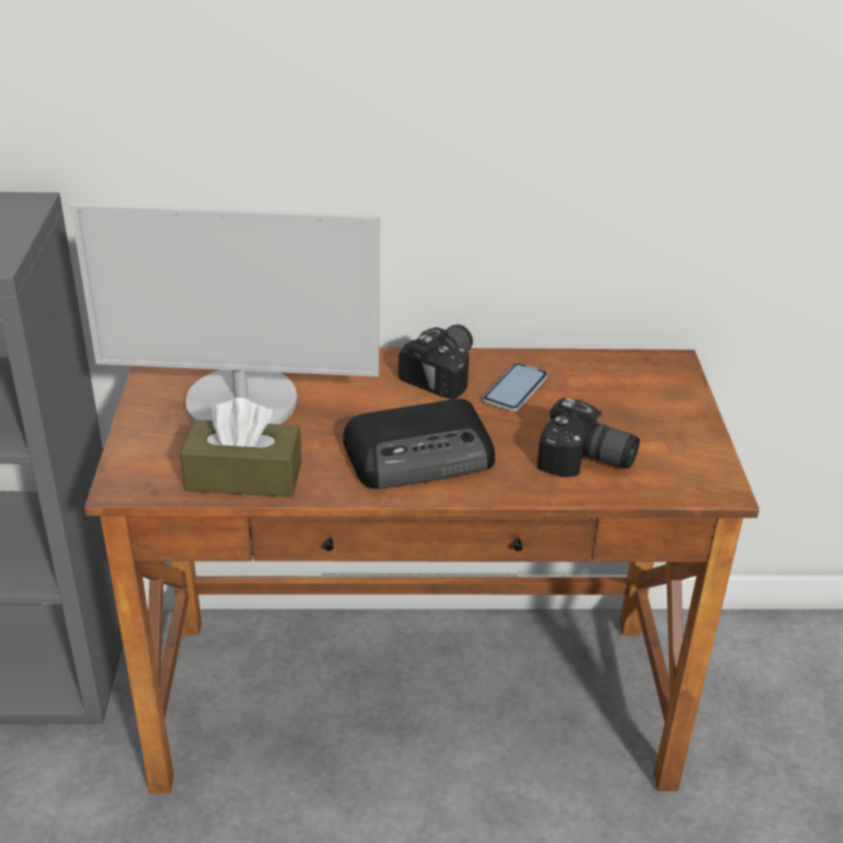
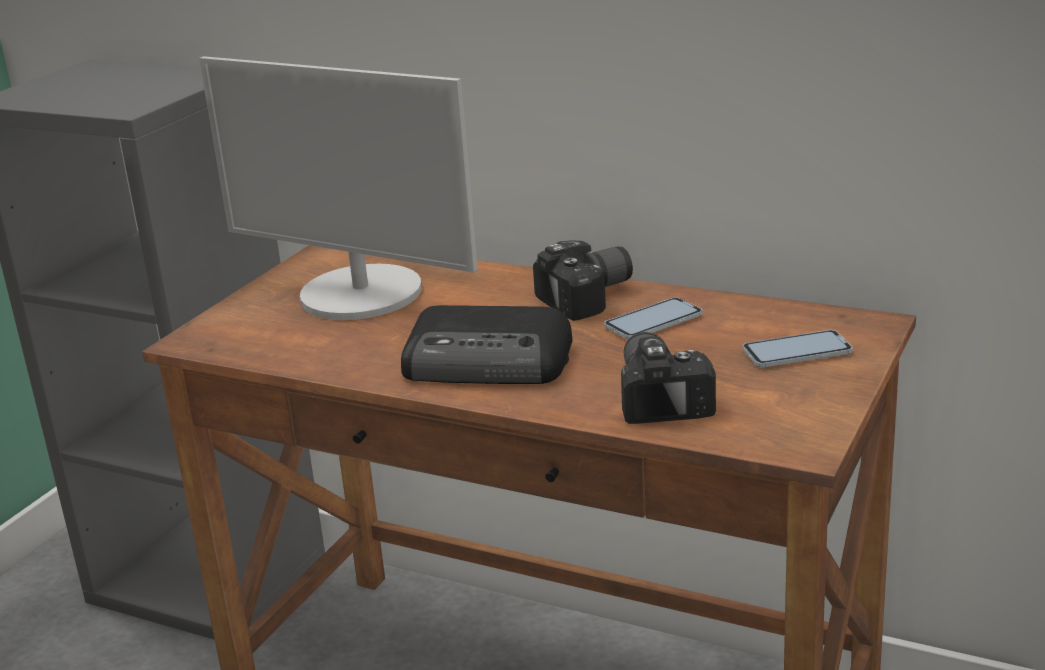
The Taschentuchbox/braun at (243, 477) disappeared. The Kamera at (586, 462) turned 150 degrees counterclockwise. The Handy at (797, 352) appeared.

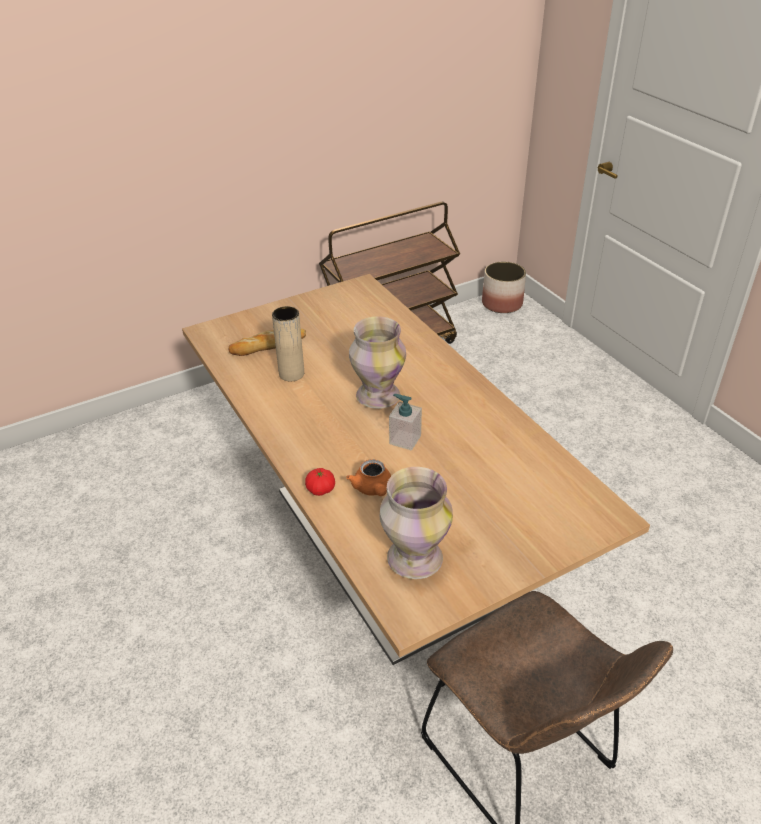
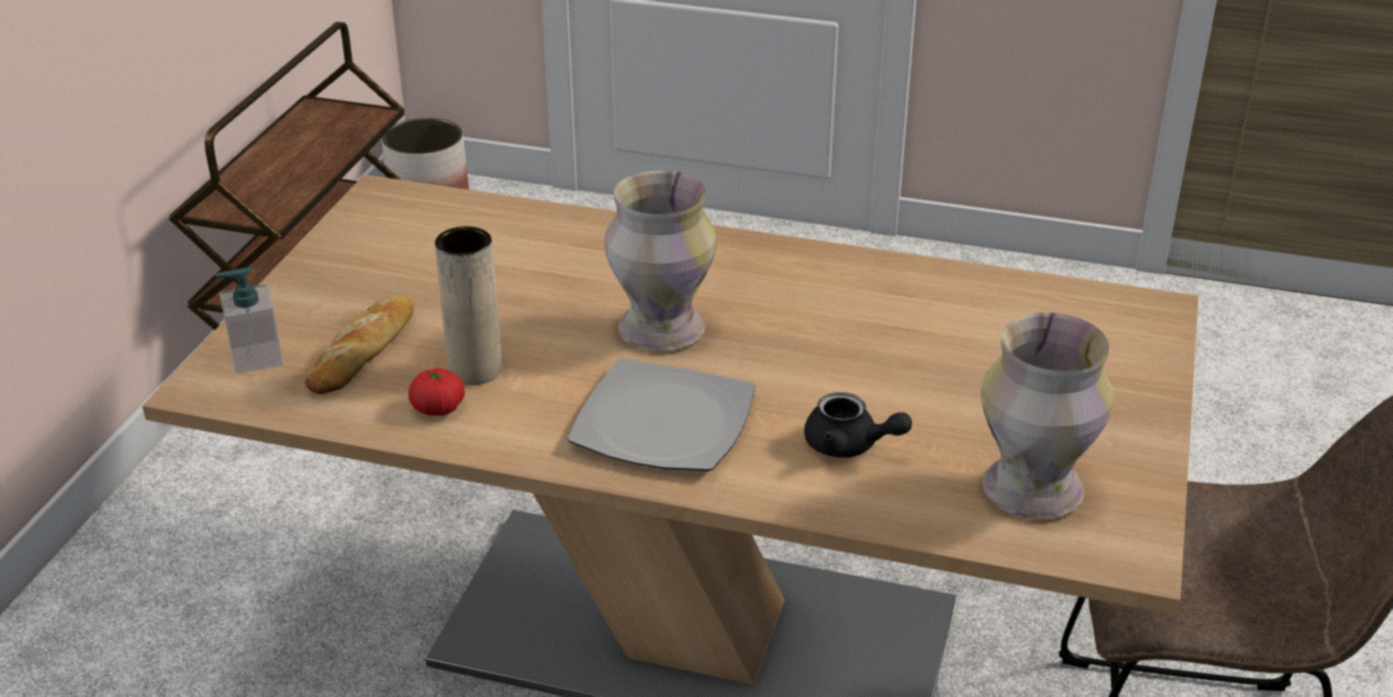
The Seifenspender moved from (404, 439) to (256, 357). The Teekanne/orange at (373, 489) became the Teekanne/schwarz at (849, 446). The Tomate moved from (320, 489) to (438, 408). The Teller at (661, 423) appeared.

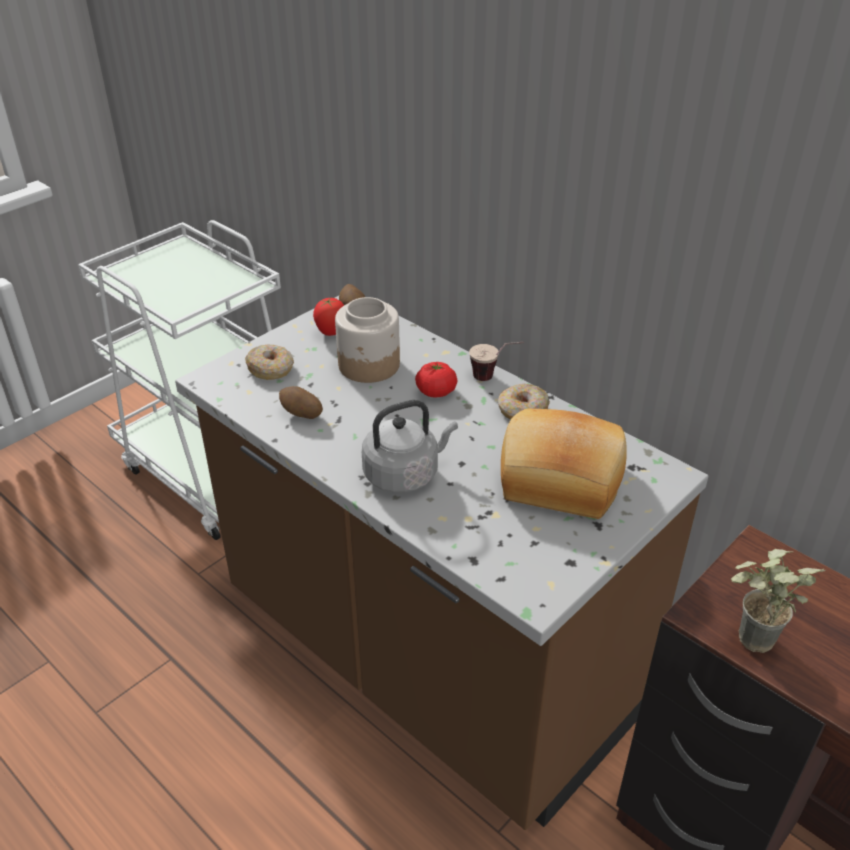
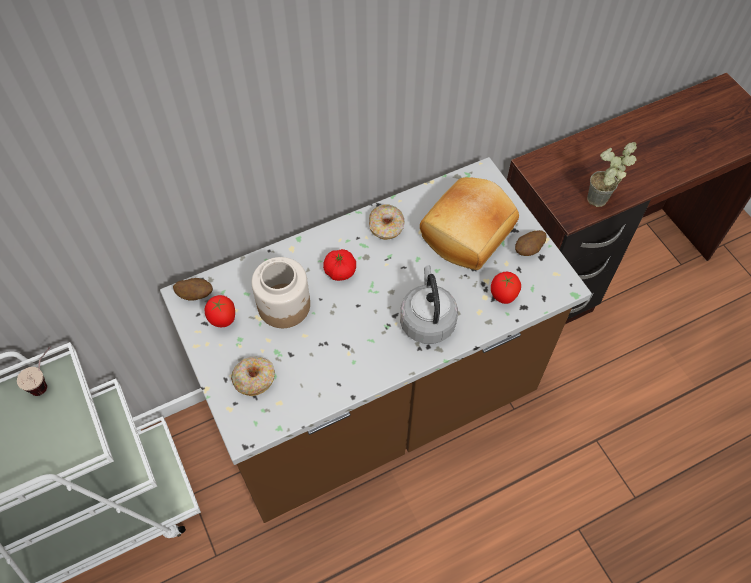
The Tasse moved from (494, 378) to (47, 381). The Kartoffel moved from (301, 414) to (529, 250). The Tomate at (502, 296) appeared.

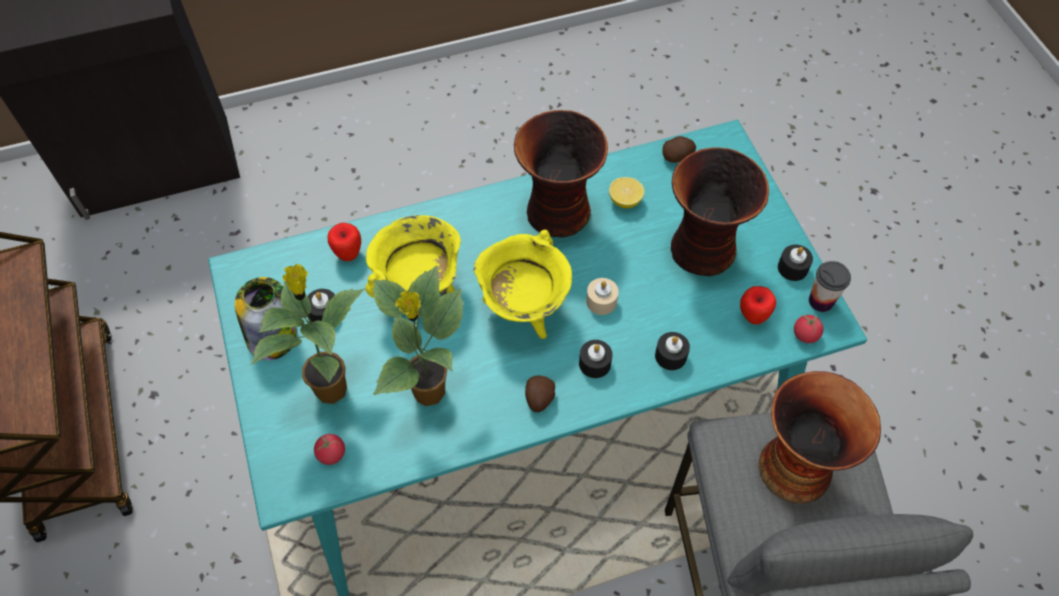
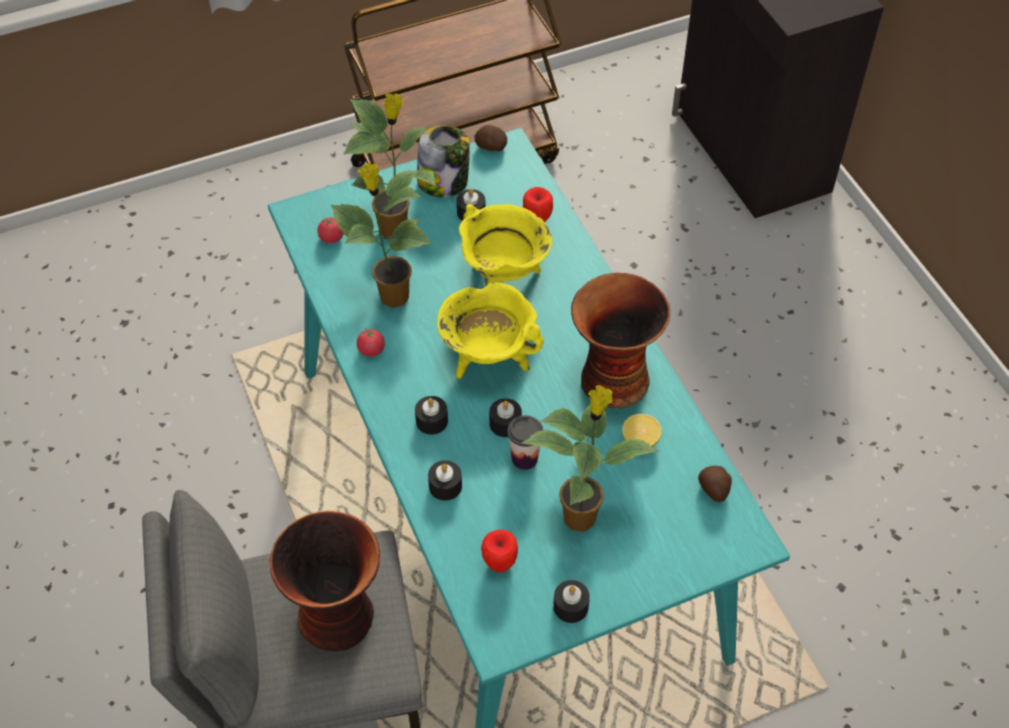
The Vase at (703, 251) was replaced by the Topfpflanze at (581, 515). The Tasse moved from (821, 301) to (524, 458). The Kerze/beige at (601, 301) became the Kerze/schwarz at (505, 423). The Tomate moved from (805, 334) to (371, 350). The Kartoffel moved from (539, 399) to (490, 147).

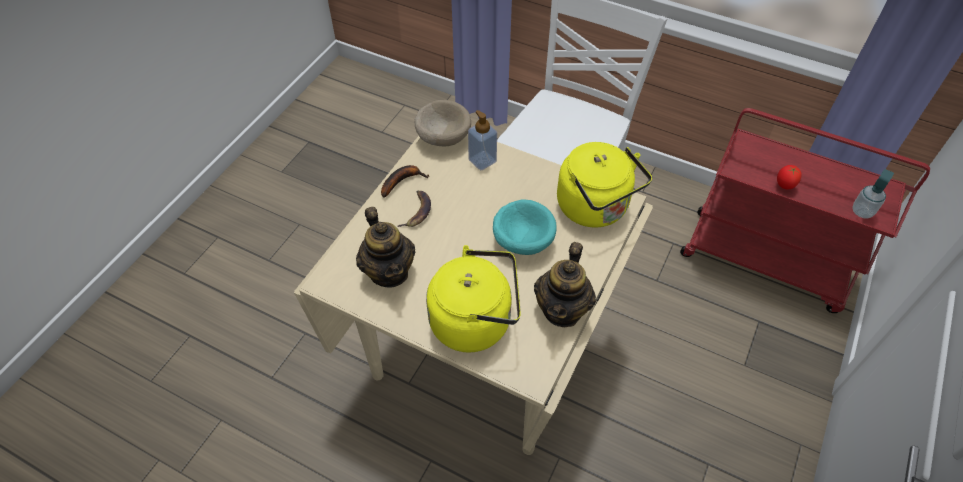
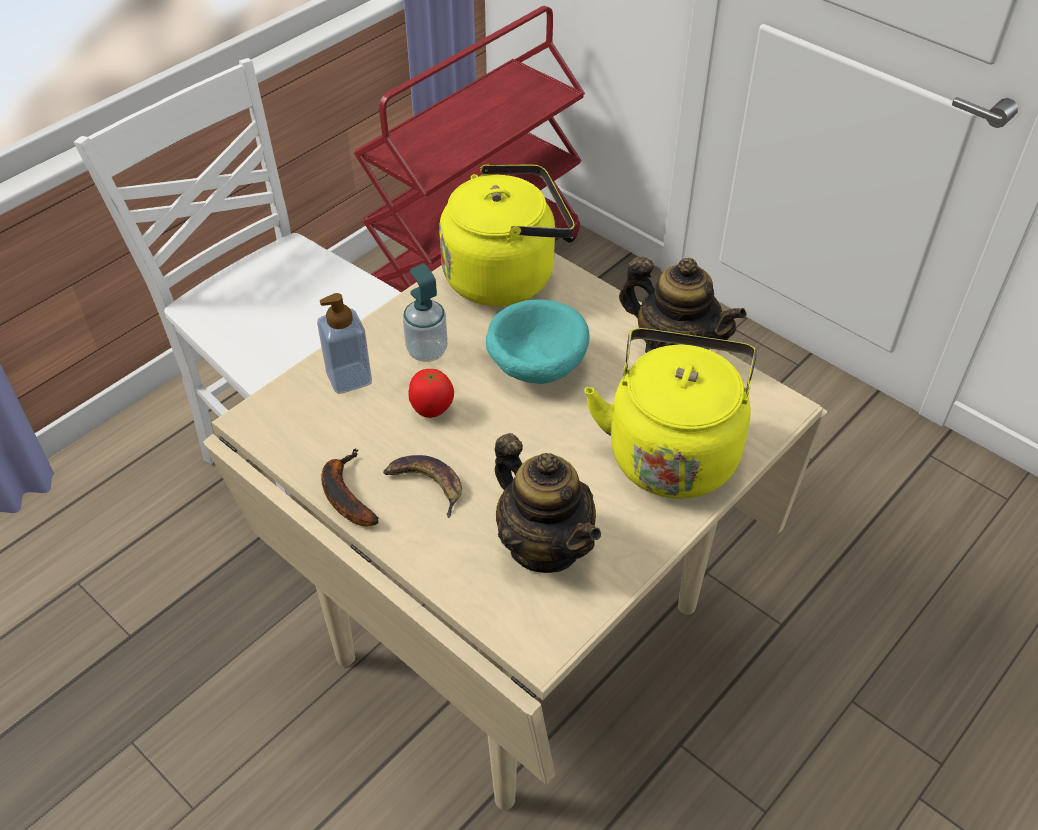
The Schüssel/beige at (442, 136) disappeared. The Tomate moved from (784, 185) to (432, 410). The Seifenspender moved from (862, 211) to (427, 351). The Teekanne at (389, 271) turned 60 degrees clockwise.

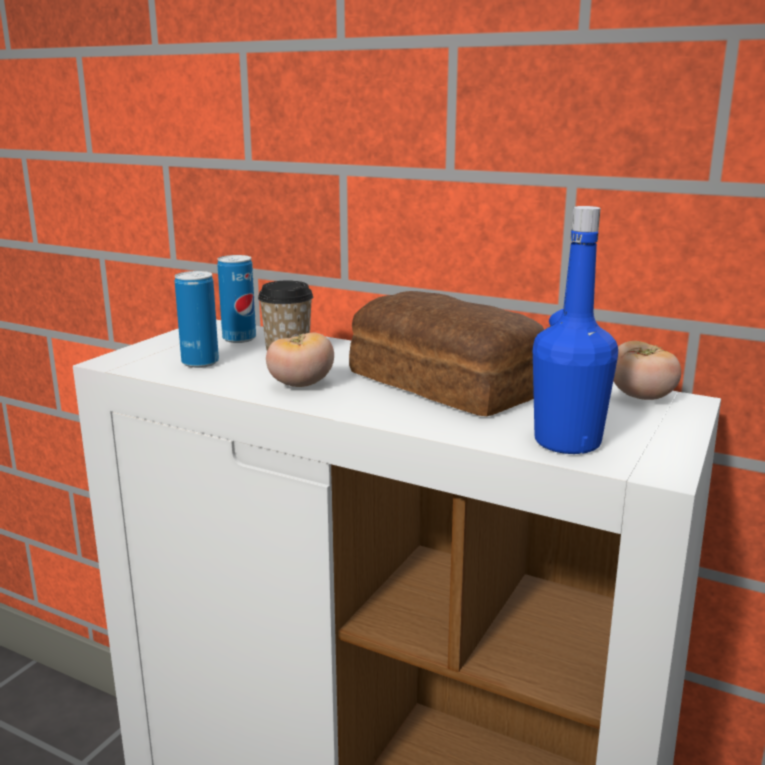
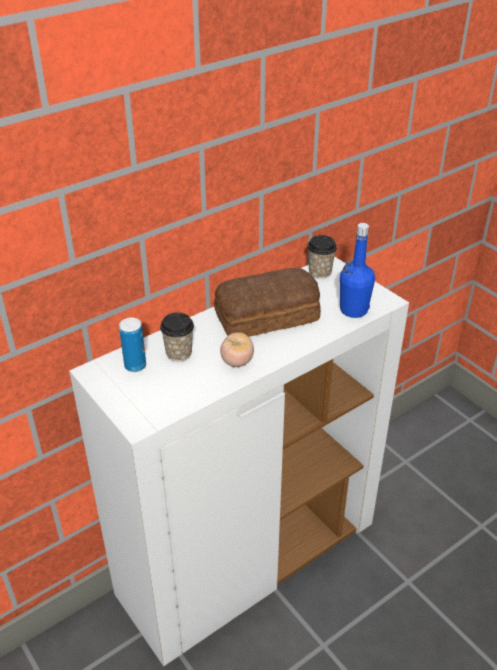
The Dose at (200, 363) disappeared. The Tomate at (641, 397) was replaced by the Tasse at (320, 272).

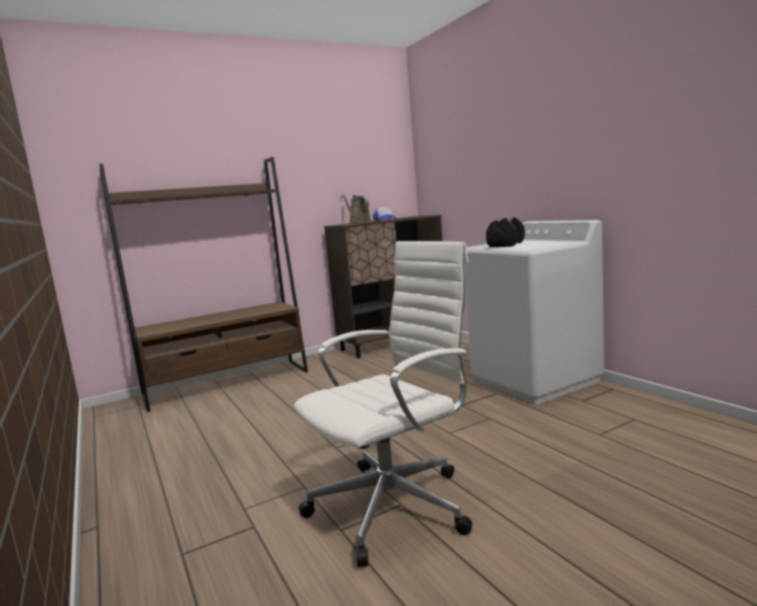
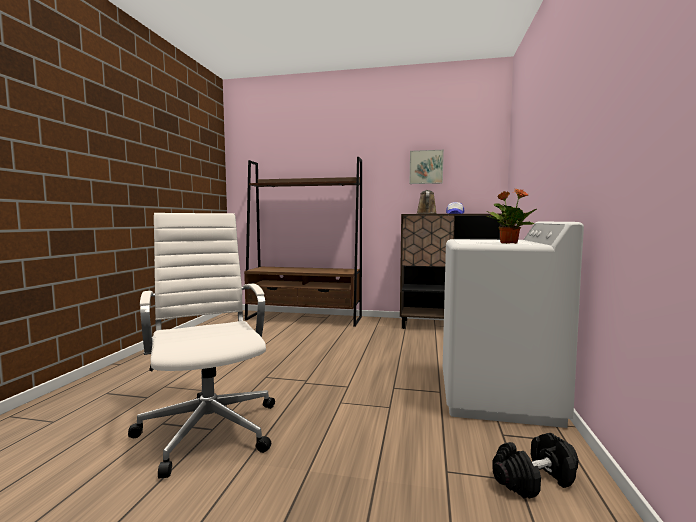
The Hantel/schwarz moved from (506, 244) to (534, 481). The Bürostuhl/weiß at (395, 505) turned 120 degrees counterclockwise. The Bild at (426, 167) appeared. The Topfpflanze at (508, 243) appeared.

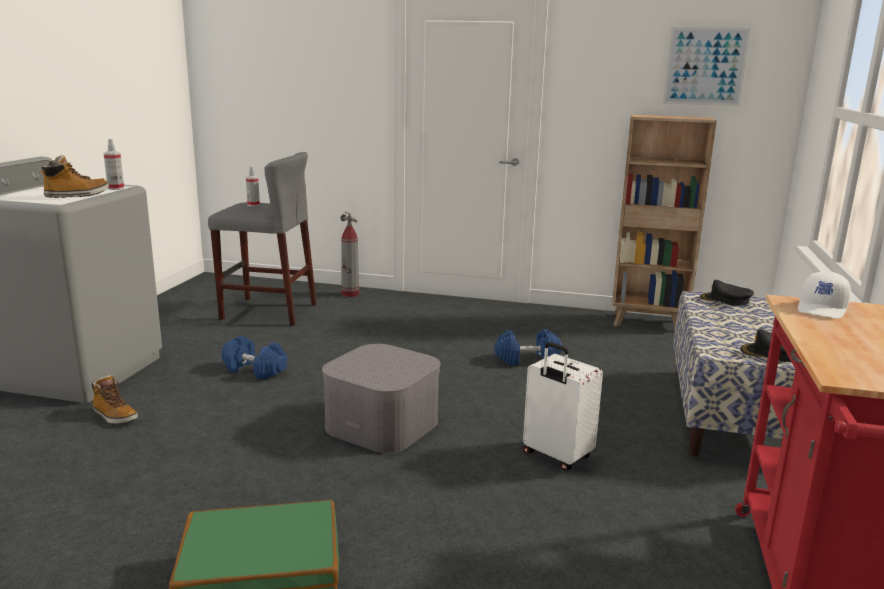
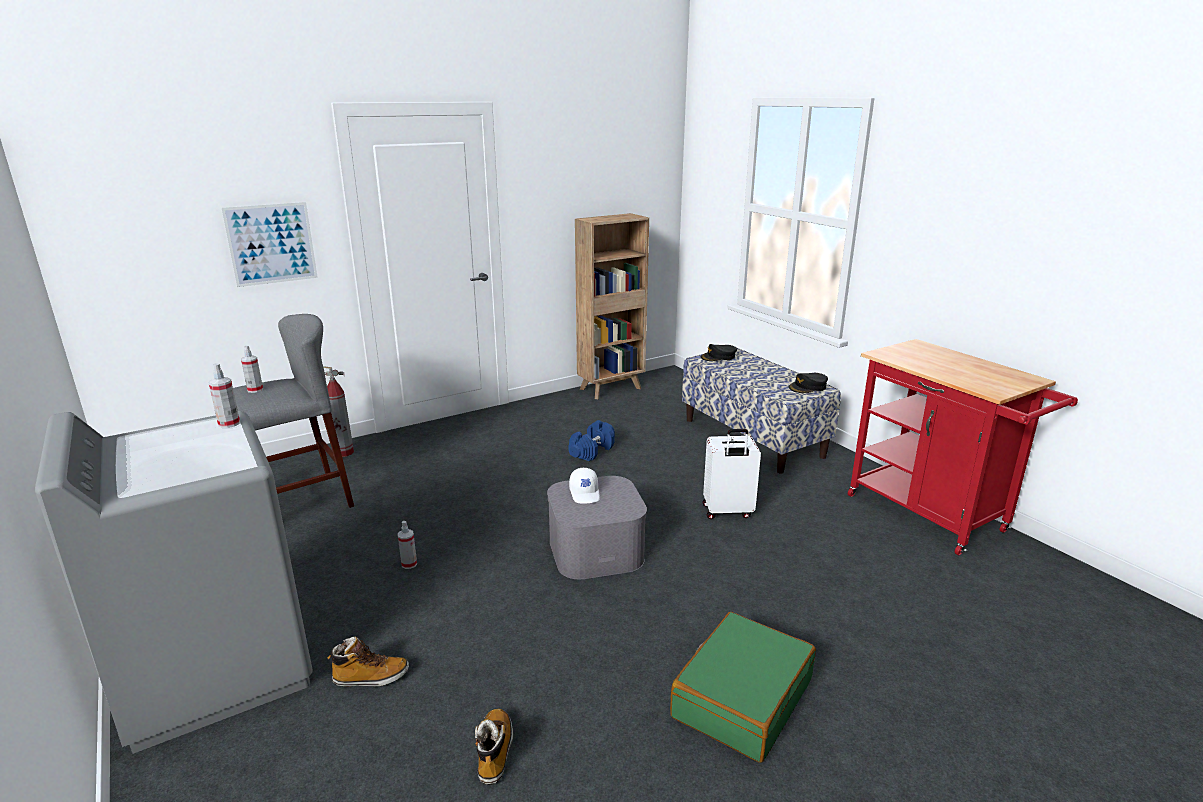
The Bild moved from (705, 66) to (271, 244). The Stiefel moved from (77, 195) to (494, 752). The Kappe/weiß moved from (822, 309) to (585, 493). The Hantel/blau at (254, 370) was replaced by the Sprühflasche at (409, 564).

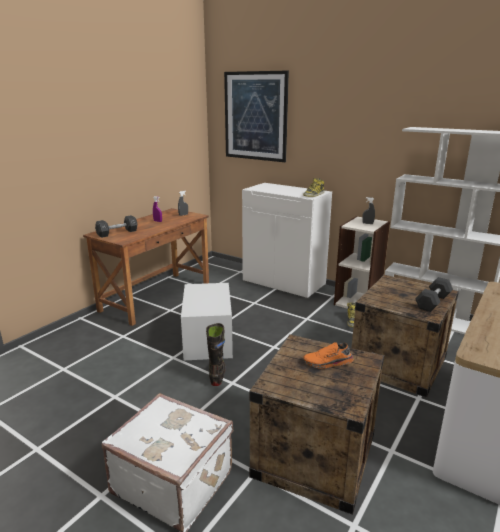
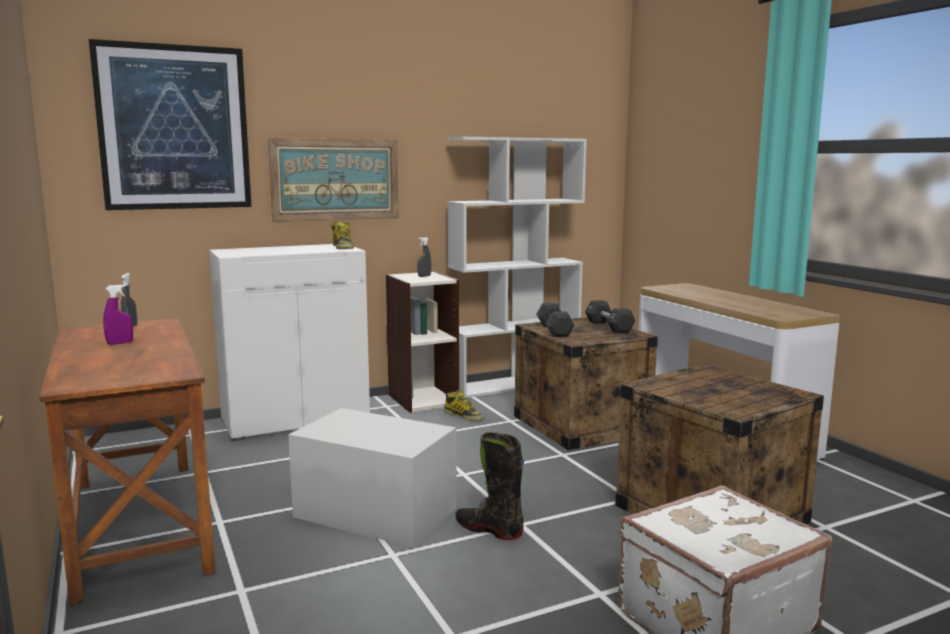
The Hantel/schwarz moved from (117, 233) to (554, 330). The Schuh/orange at (328, 363) disappeared. The Bild at (335, 180) appeared.

